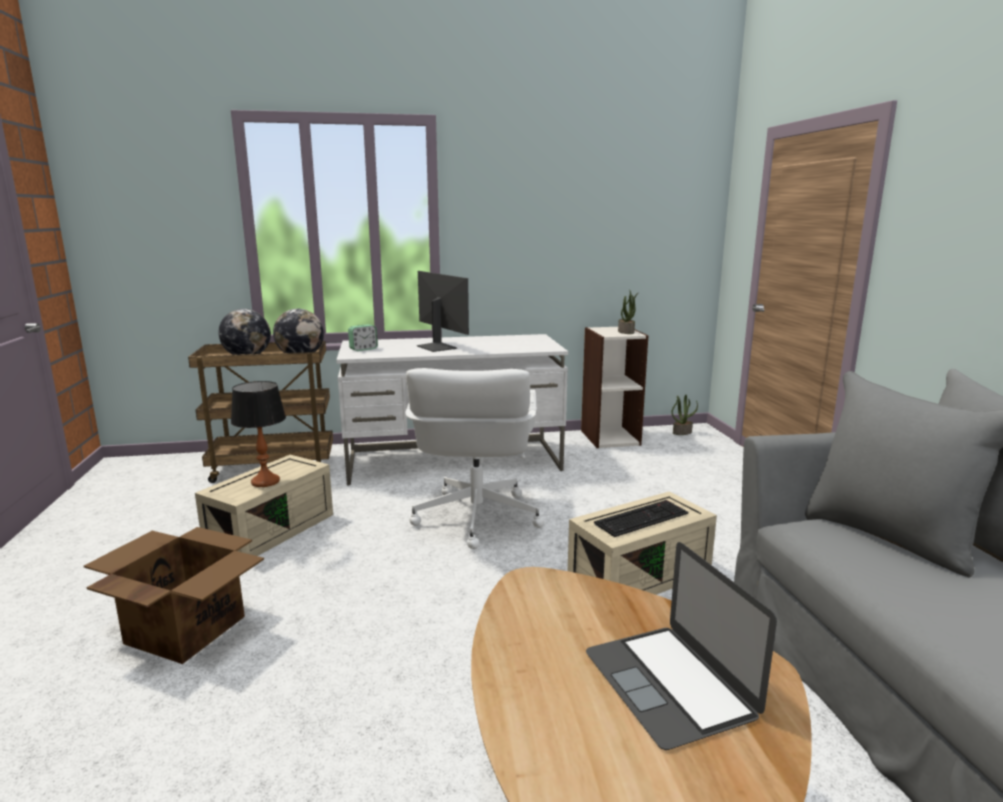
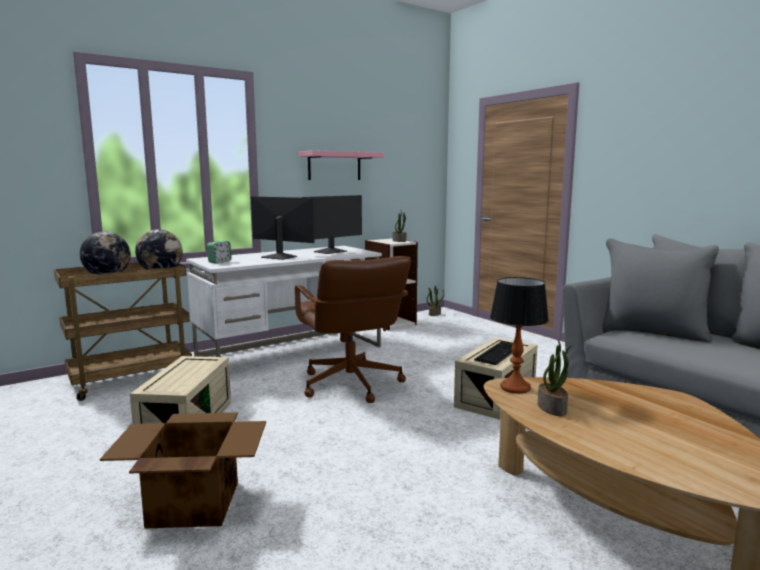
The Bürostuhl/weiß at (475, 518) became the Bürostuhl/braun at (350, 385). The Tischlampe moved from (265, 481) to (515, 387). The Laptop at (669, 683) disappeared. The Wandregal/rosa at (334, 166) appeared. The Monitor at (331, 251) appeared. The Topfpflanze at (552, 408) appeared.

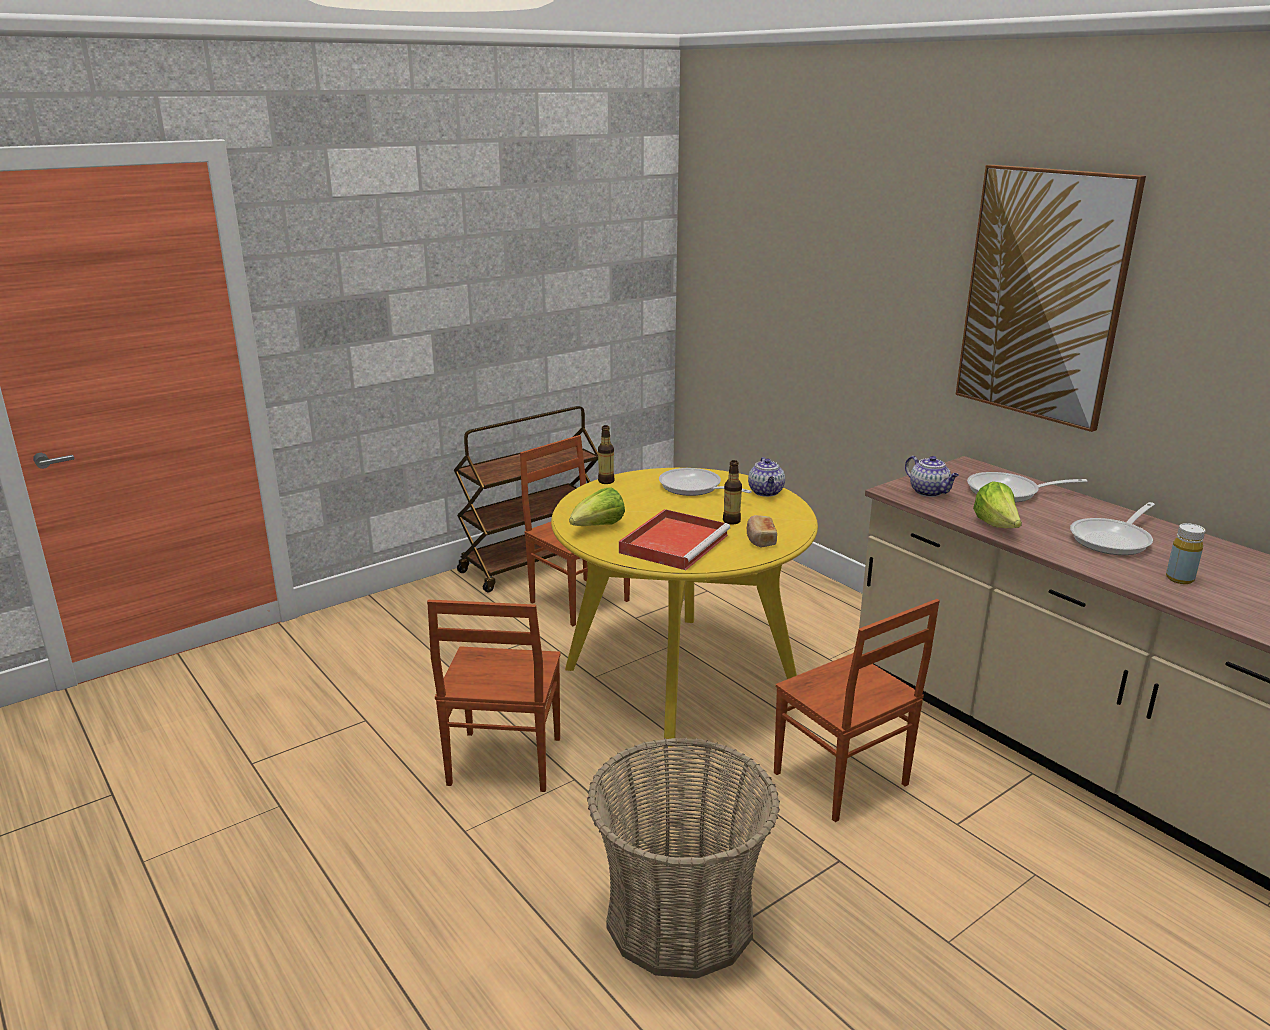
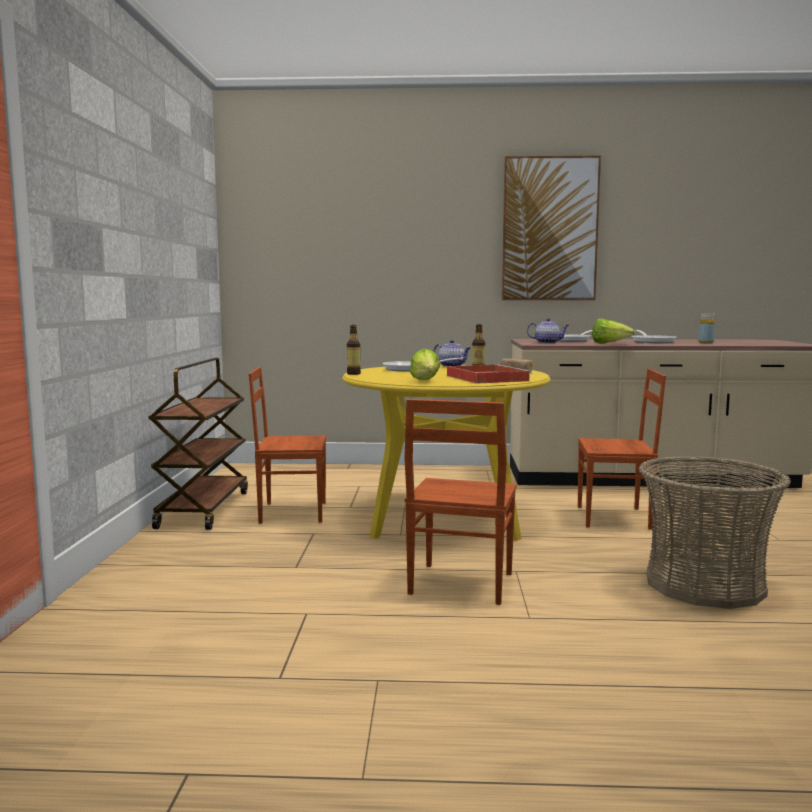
The Stuhl/braun at (502, 762) turned 60 degrees clockwise.

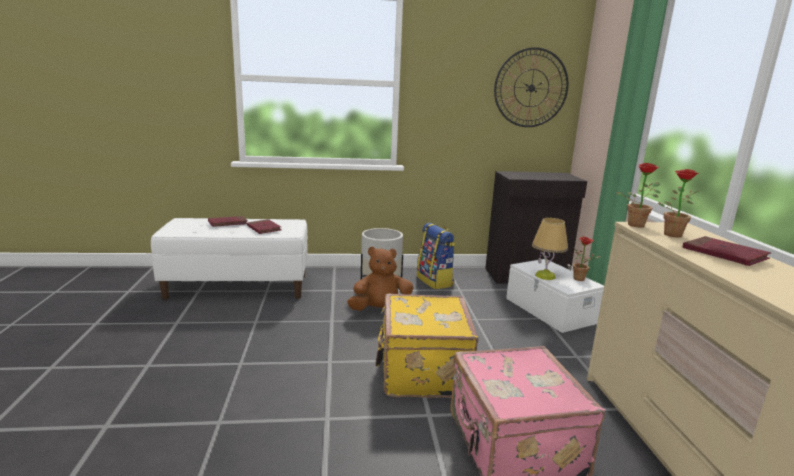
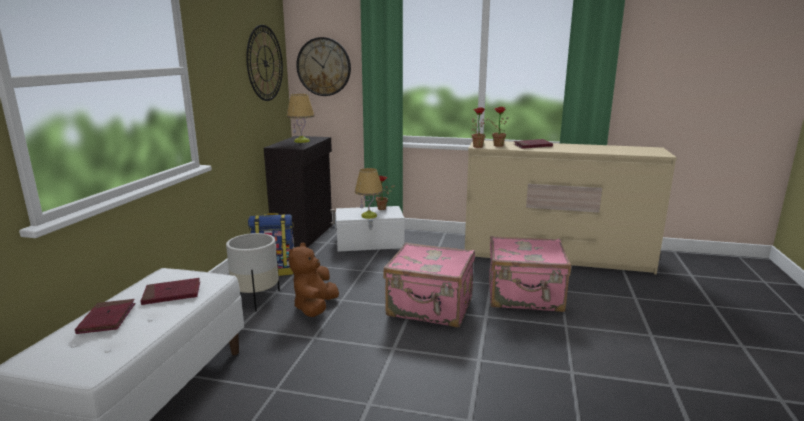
The Koffer/gelb at (422, 371) became the Koffer/rosa at (430, 308). The Wanduhr at (324, 67) appeared. The Tischlampe at (302, 141) appeared.

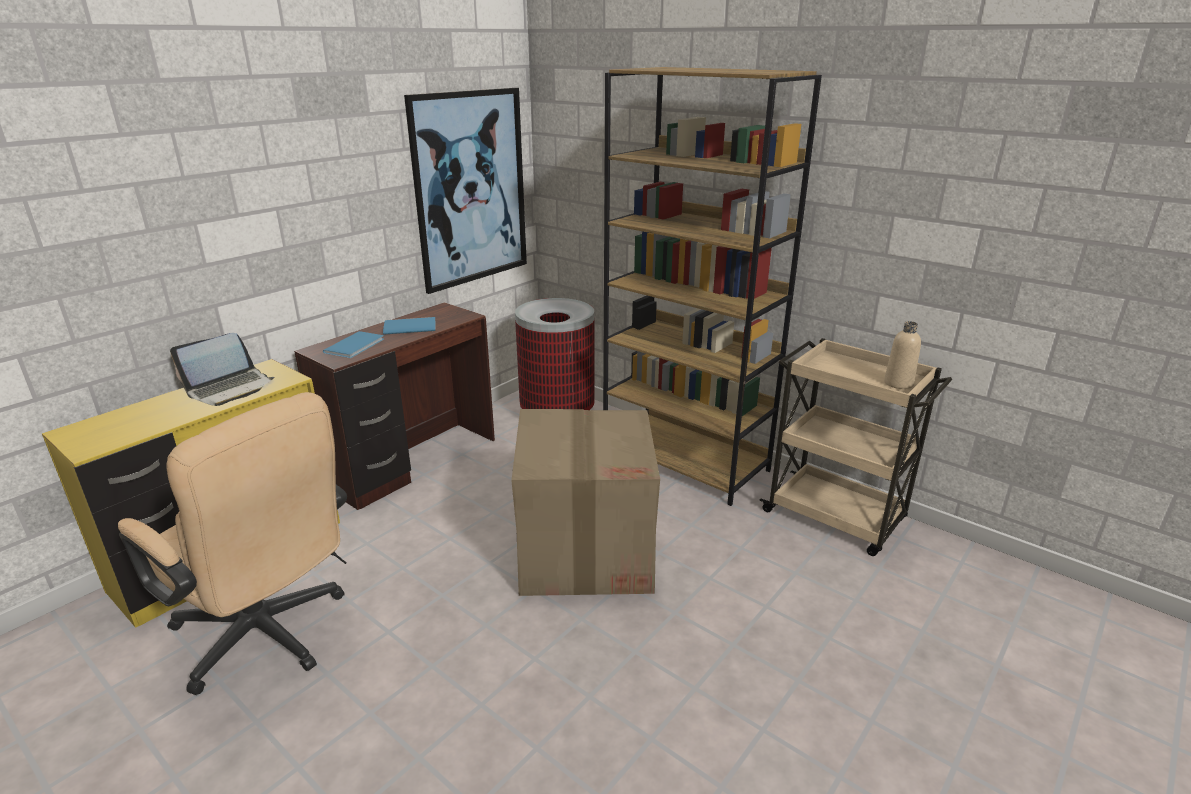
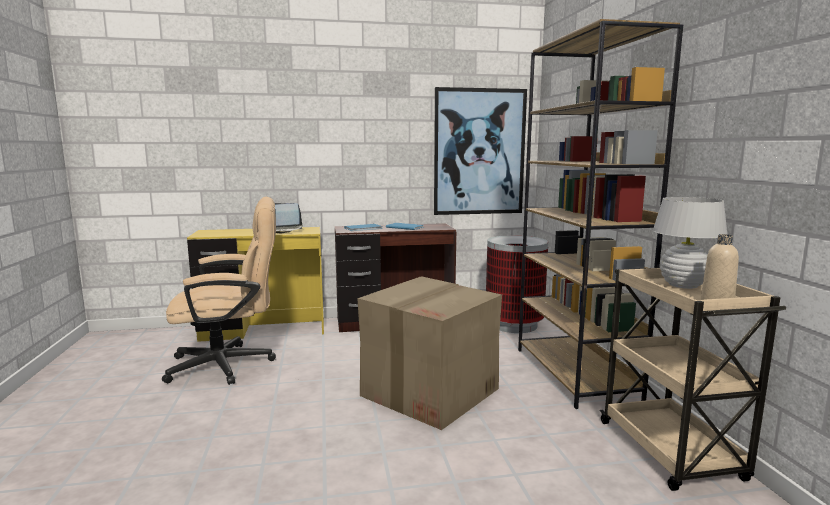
The Bürostuhl/beige at (268, 638) turned 90 degrees counterclockwise. The Tischlampe/weiß at (683, 285) appeared.

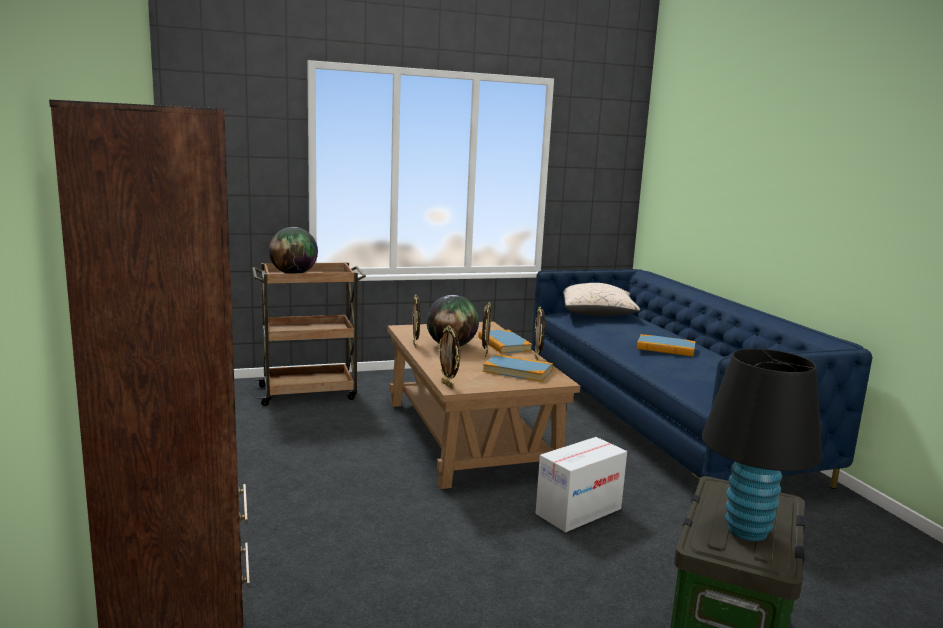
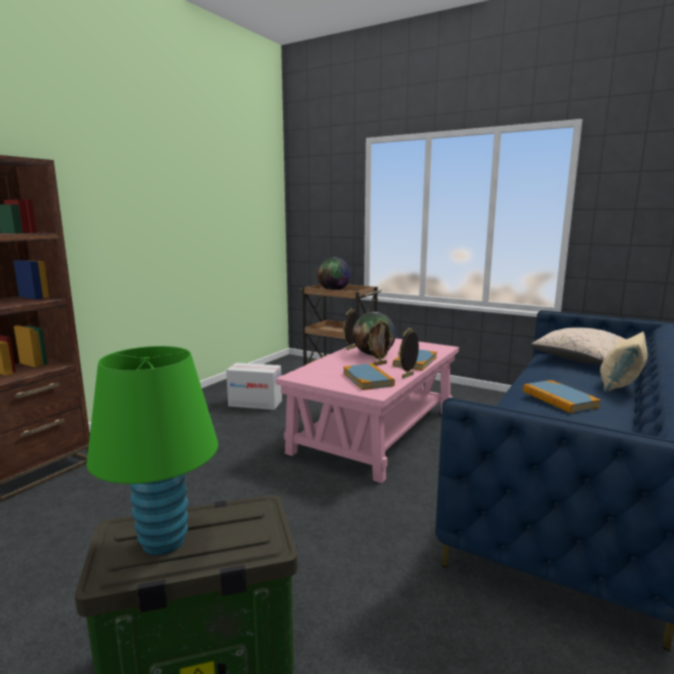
The Couchtisch/braun at (469, 435) became the Couchtisch/rosa at (375, 431). The Bilderrahmen at (448, 385) disappeared. The Tischlampe/schwarz at (747, 531) became the Tischlampe/grün at (164, 542). The Karton moved from (578, 511) to (255, 403). The Kissen/beige at (620, 386) appeared.

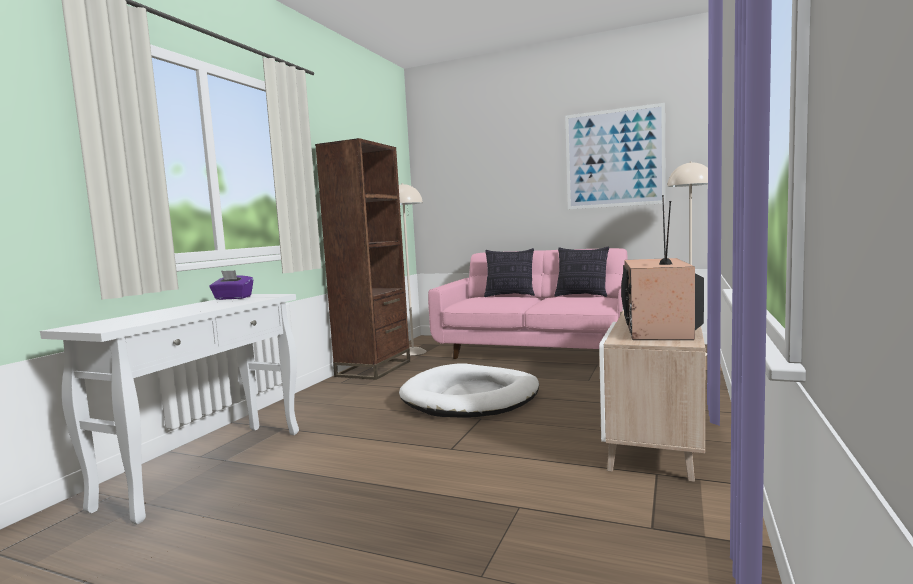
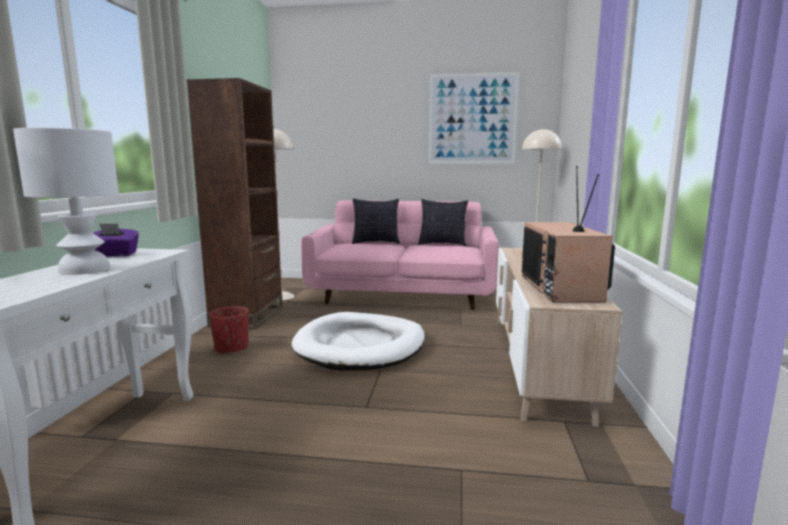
The Tischlampe/weiß at (83, 270) appeared. The Pflanzkübel/rot at (231, 348) appeared.

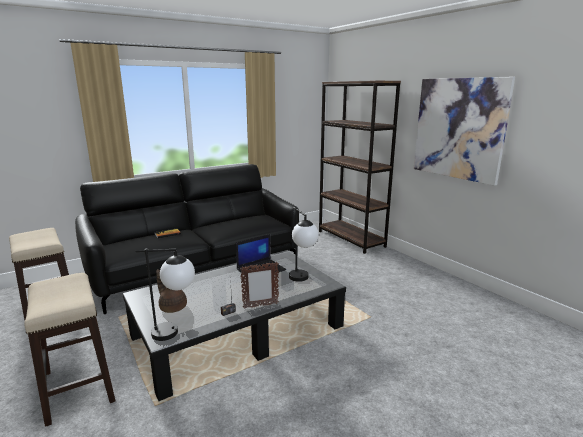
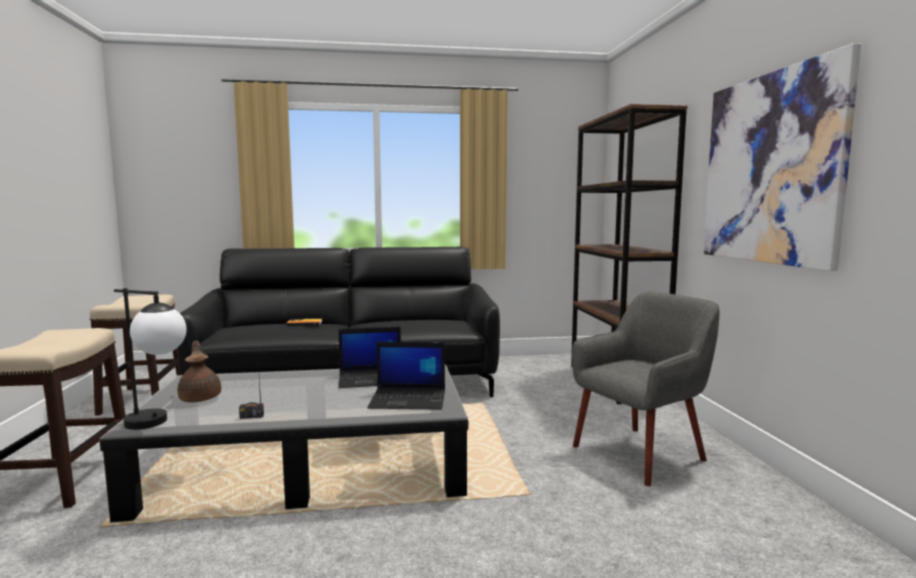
The Tischlampe at (302, 280) was replaced by the Laptop at (409, 399). The Bilderrahmen at (260, 306) disappeared. The Sessel/grau at (640, 453) appeared.

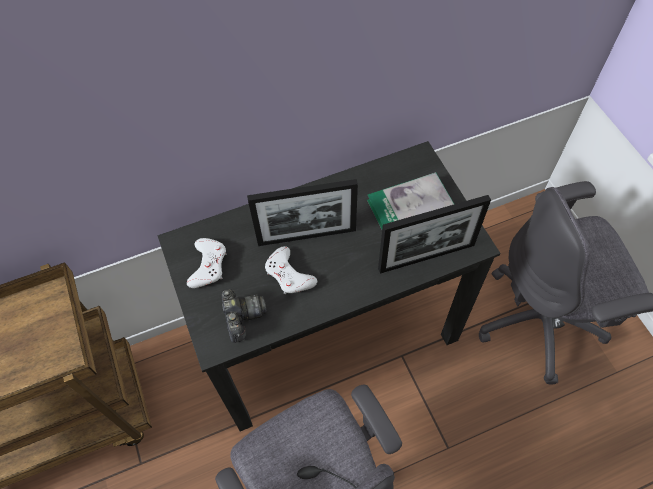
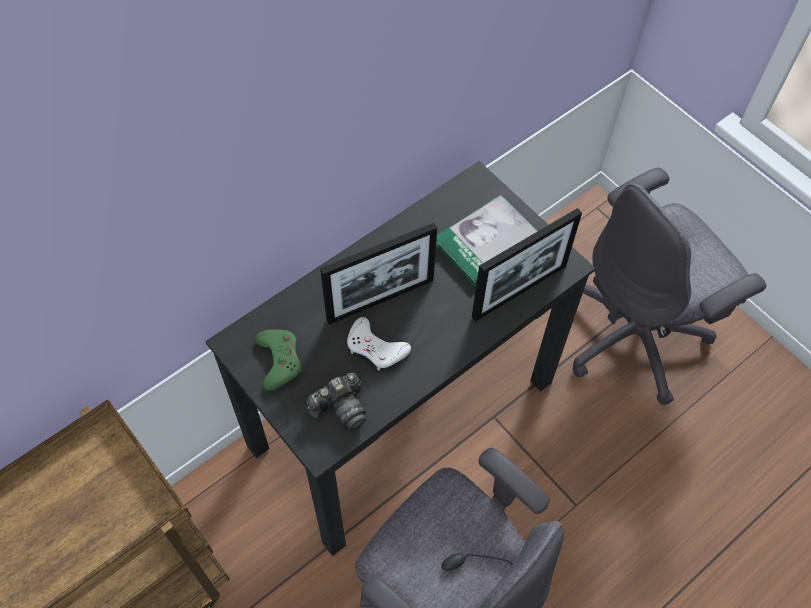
The Gamepad/weiß at (208, 265) became the Gamepad/grün at (279, 360). The Kamera at (242, 317) turned 90 degrees clockwise.

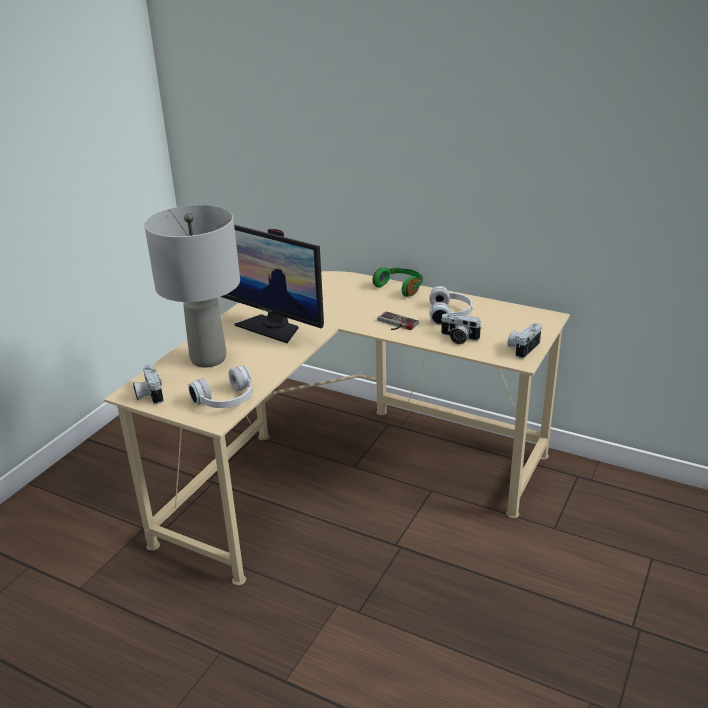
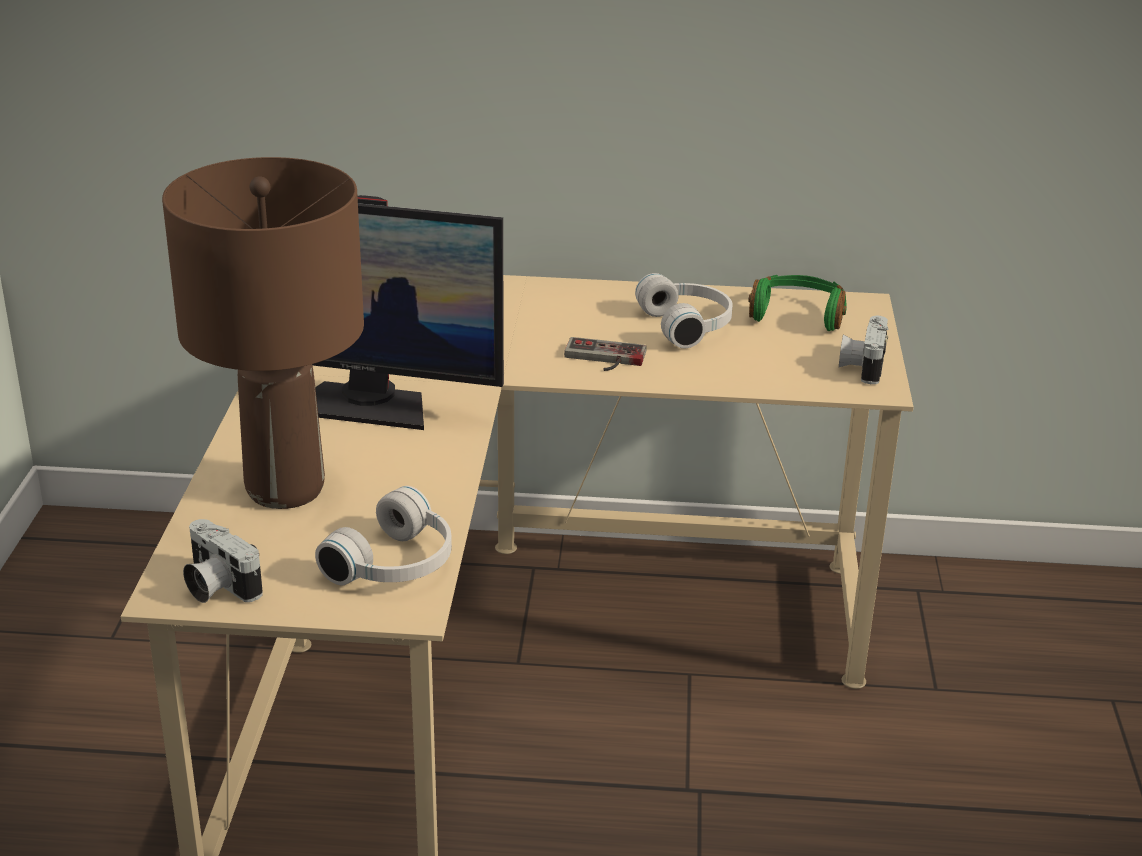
The Tischlampe/grau at (208, 358) became the Tischlampe/braun at (285, 488). The Kopfhörer/grün moved from (400, 287) to (797, 315). The Kamera at (458, 338) disappeared.

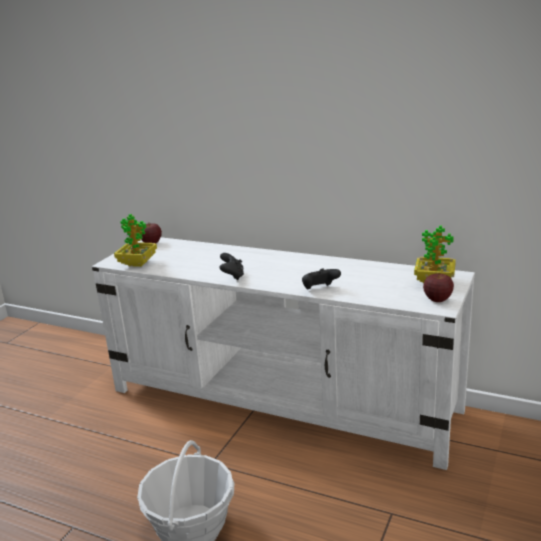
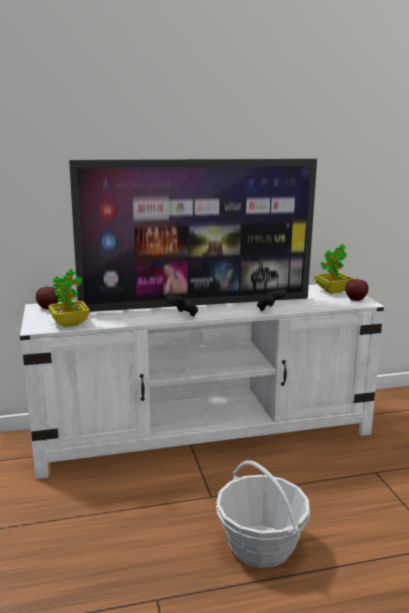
The Fernseher at (197, 304) appeared.

